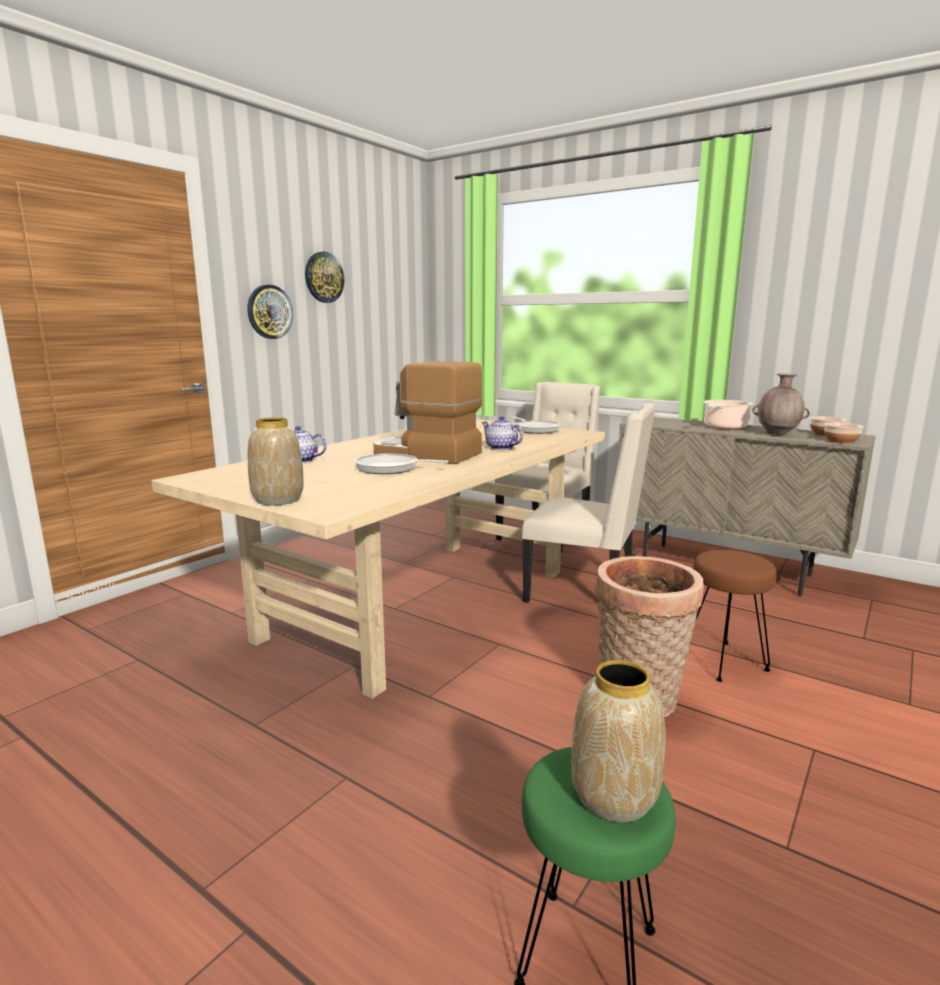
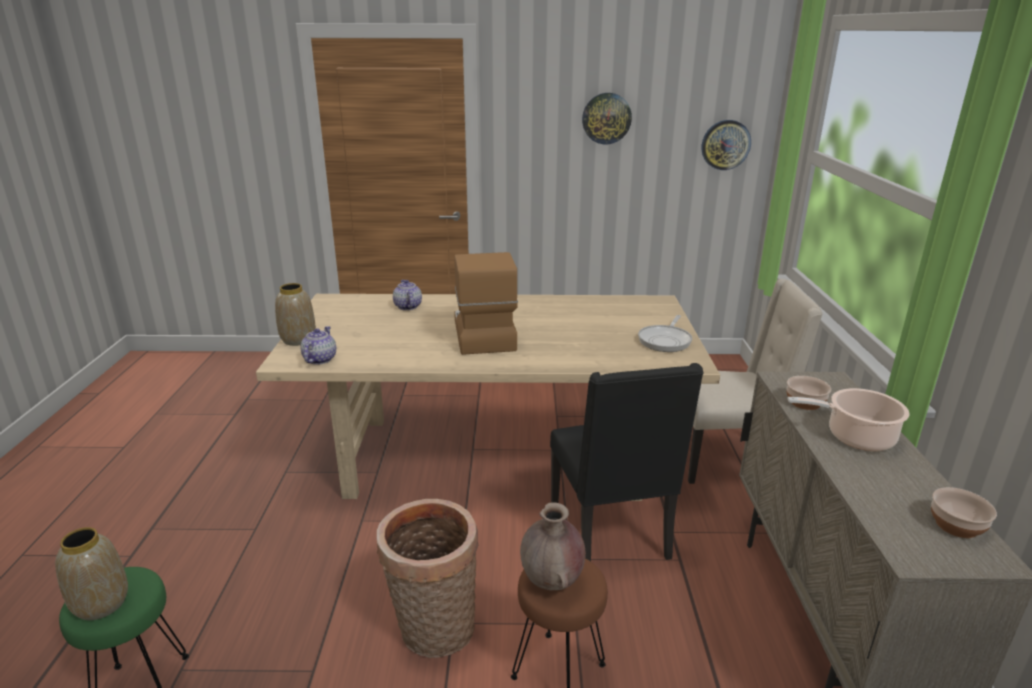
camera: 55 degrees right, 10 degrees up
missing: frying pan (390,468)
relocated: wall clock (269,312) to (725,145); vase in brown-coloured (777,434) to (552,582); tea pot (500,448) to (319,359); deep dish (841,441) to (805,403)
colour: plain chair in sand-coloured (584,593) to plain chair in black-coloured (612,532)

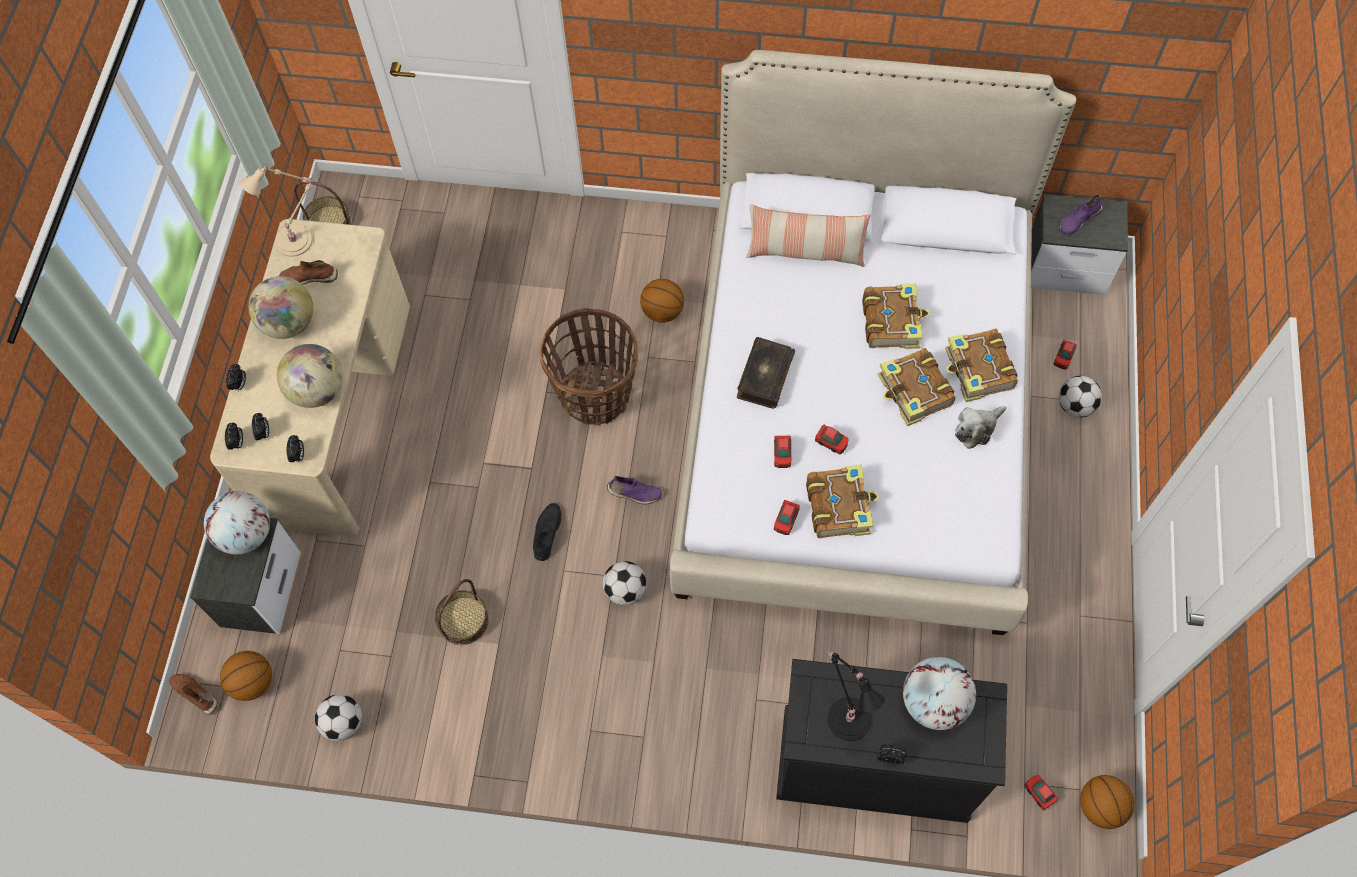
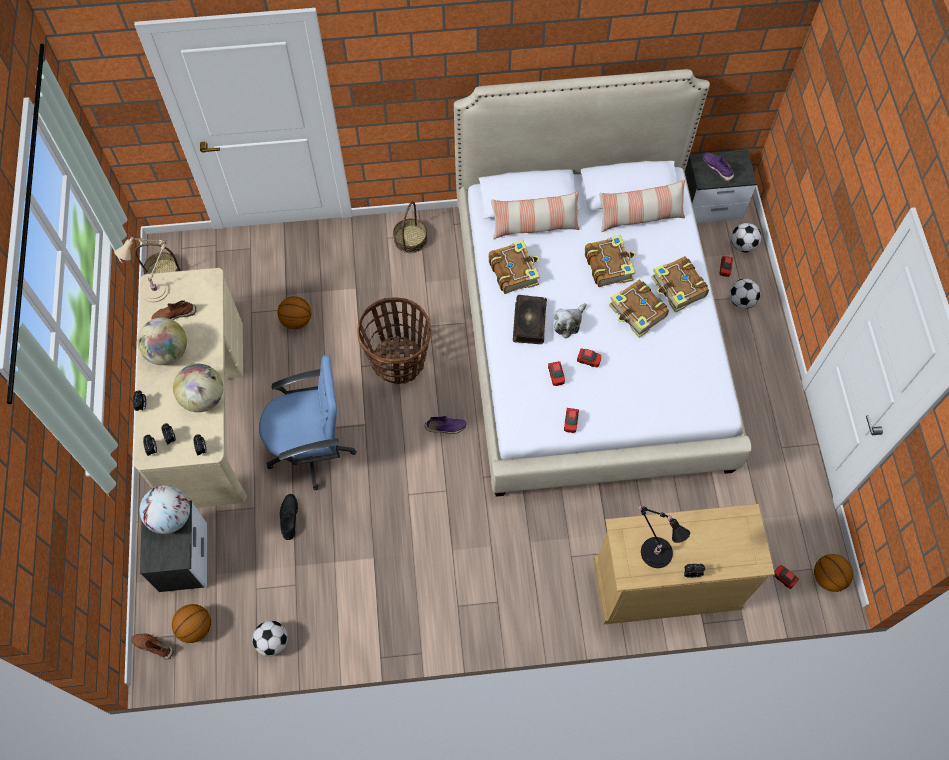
camera: 15 degrees left, 0 degrees up
missing: globe (933,703)
appeared: pillow (640,217); office chair in bluish (312,448)
relocated: basketball (663,312) to (297,321); plush toy (976,428) to (568,323); volume (839,506) to (514,271); low shoe in black-coloured (546,532) to (289,517); football ball (625,590) to (742,245); household basket (463,620) to (410,239)
colour: chest of drawers in black-coloured (874,764) to chest of drawers in sand-coloured (665,583)
spun: low shoe in purple-coloured (1078,219) = (718,168) 105 degrees clockwise

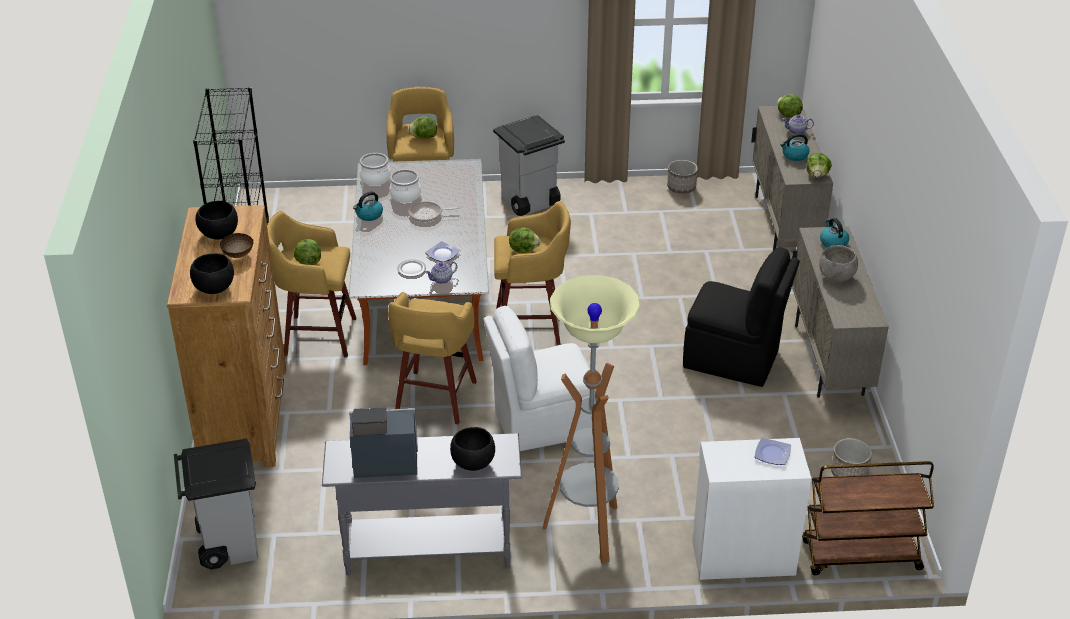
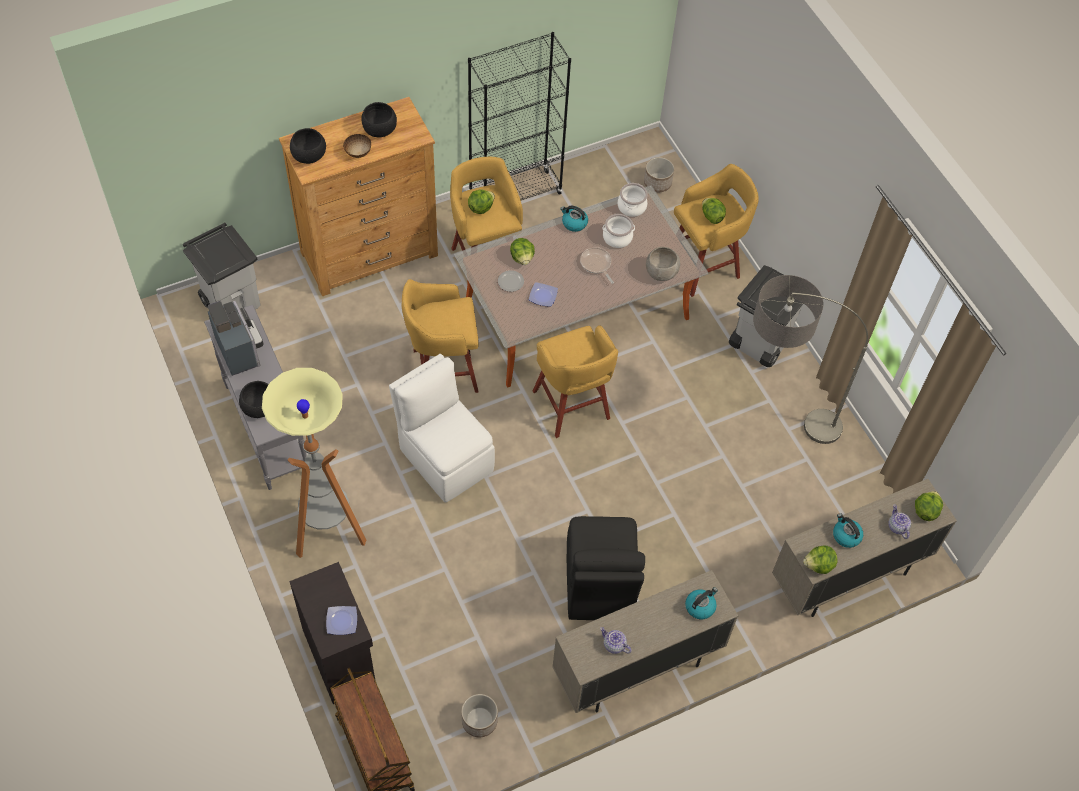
camera: 65 degrees right, 20 degrees up
appeared: floor lamp (776,423)
relocated: flower pot (681,187) to (657,183); head of lettuce (523,249) to (522,258); deep dish in gray (836,276) to (661,273); tea pot (441,279) to (614,645)
colour: cabinet in white-coloured (742,556) to cabinet in black-coloured (340,656)

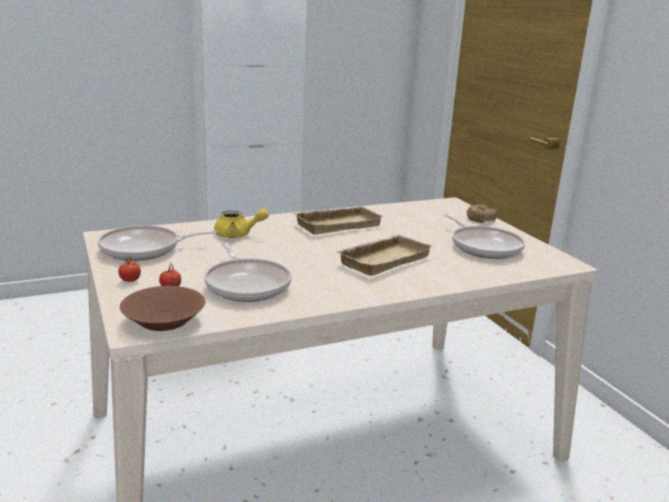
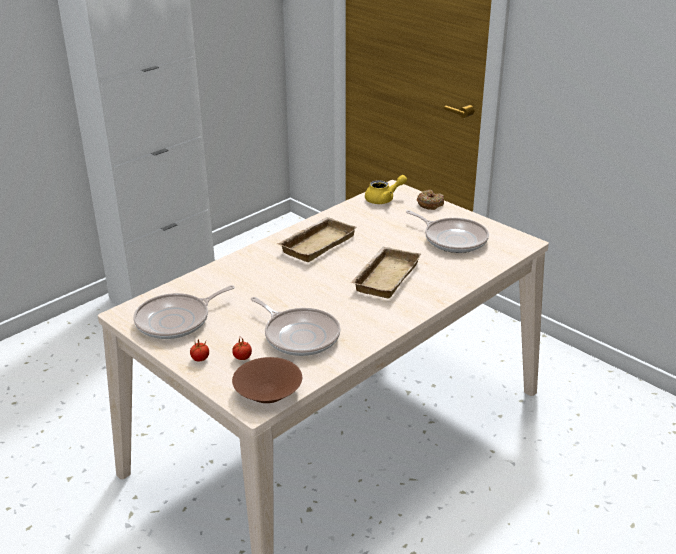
camera: 20 degrees left, 10 degrees up
relocated: tea pot in yellowish (238,234) to (384,199)

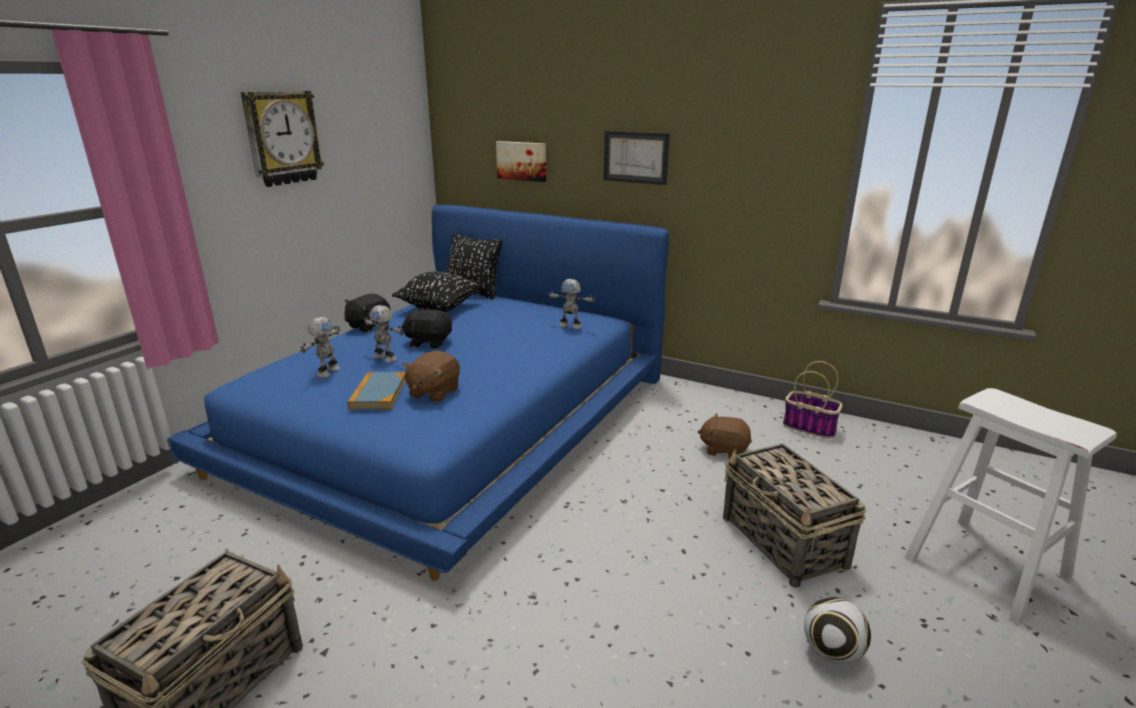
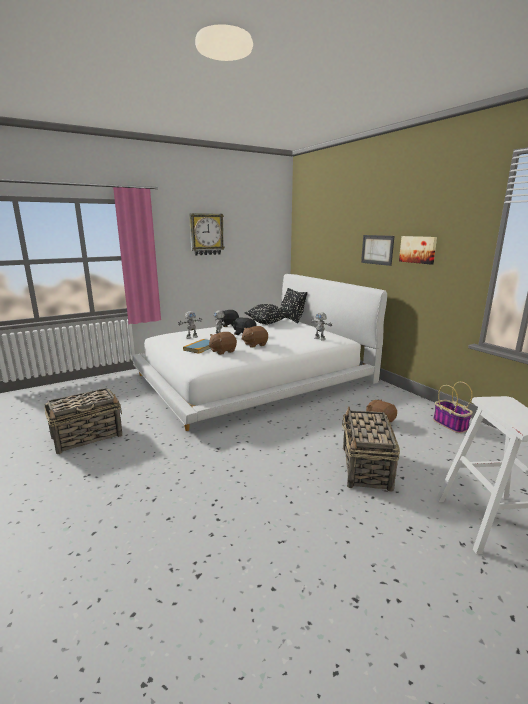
camera: 30 degrees right, 5 degrees down
missing: football ball (832,653)
appeared: plush toy in brown-coloured (254,344)
relocated: picture (522,161) to (418,249)
colour: bedroom bed in bluish (454,419) to bedroom bed in white-coloured (254,377)

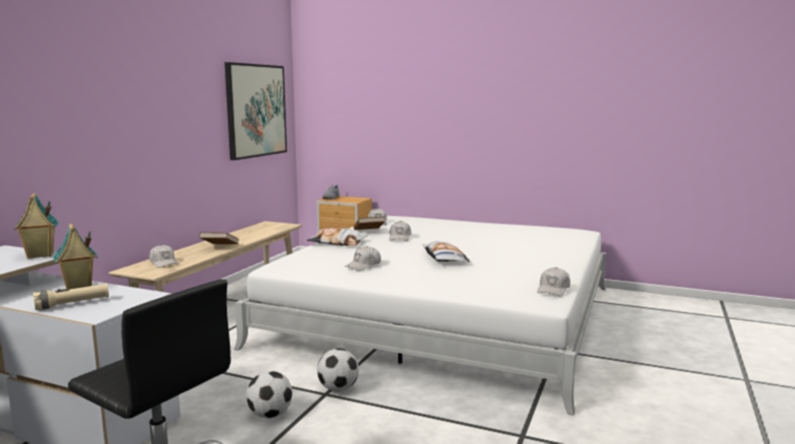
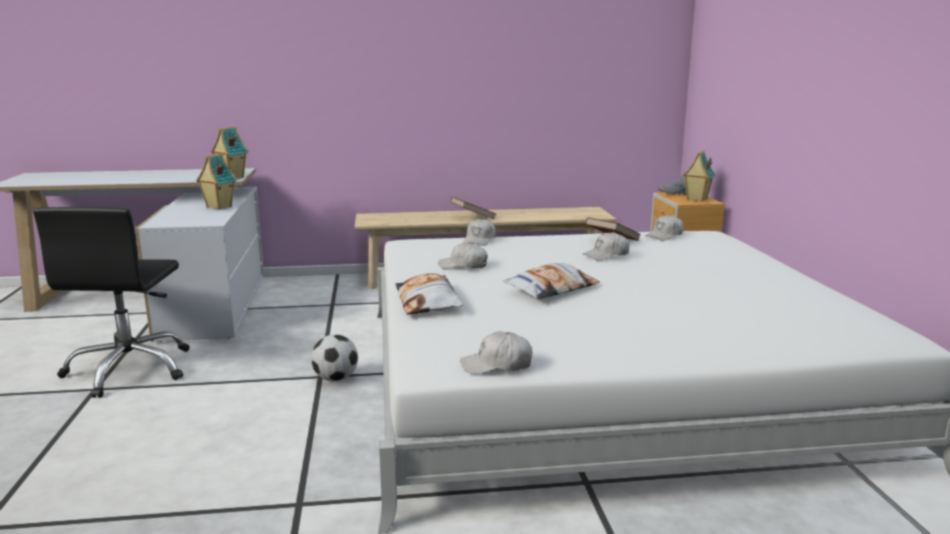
camera: 60 degrees right, 5 degrees up
missing: picture (256,110); flashlight in sand-coloured (72,304); football ball (270,415)
appeared: miniature house (696,199)
relocated: pillow (337,242) to (428,302); cap in white-coloured (164,263) to (479,240)

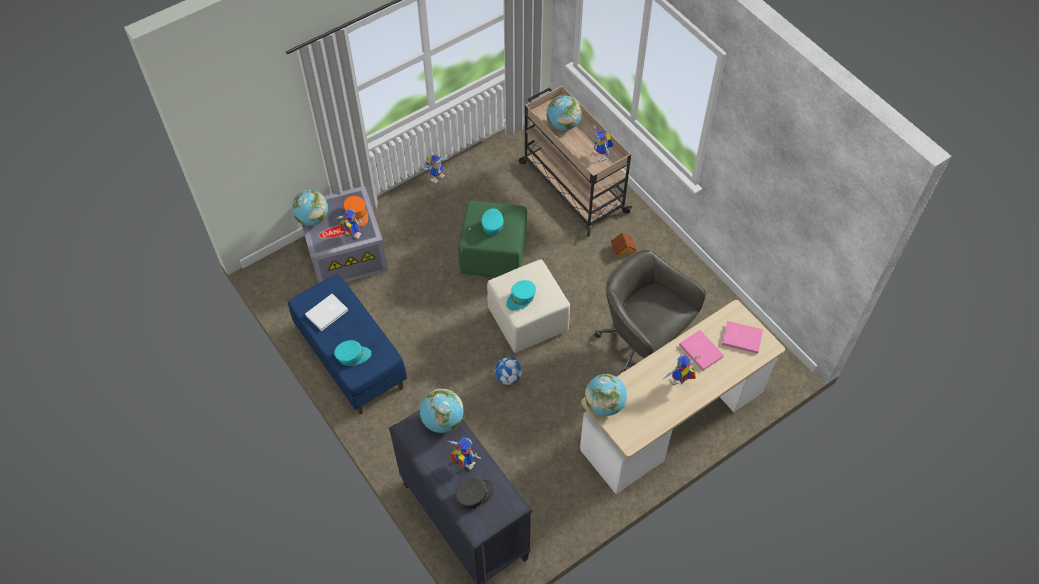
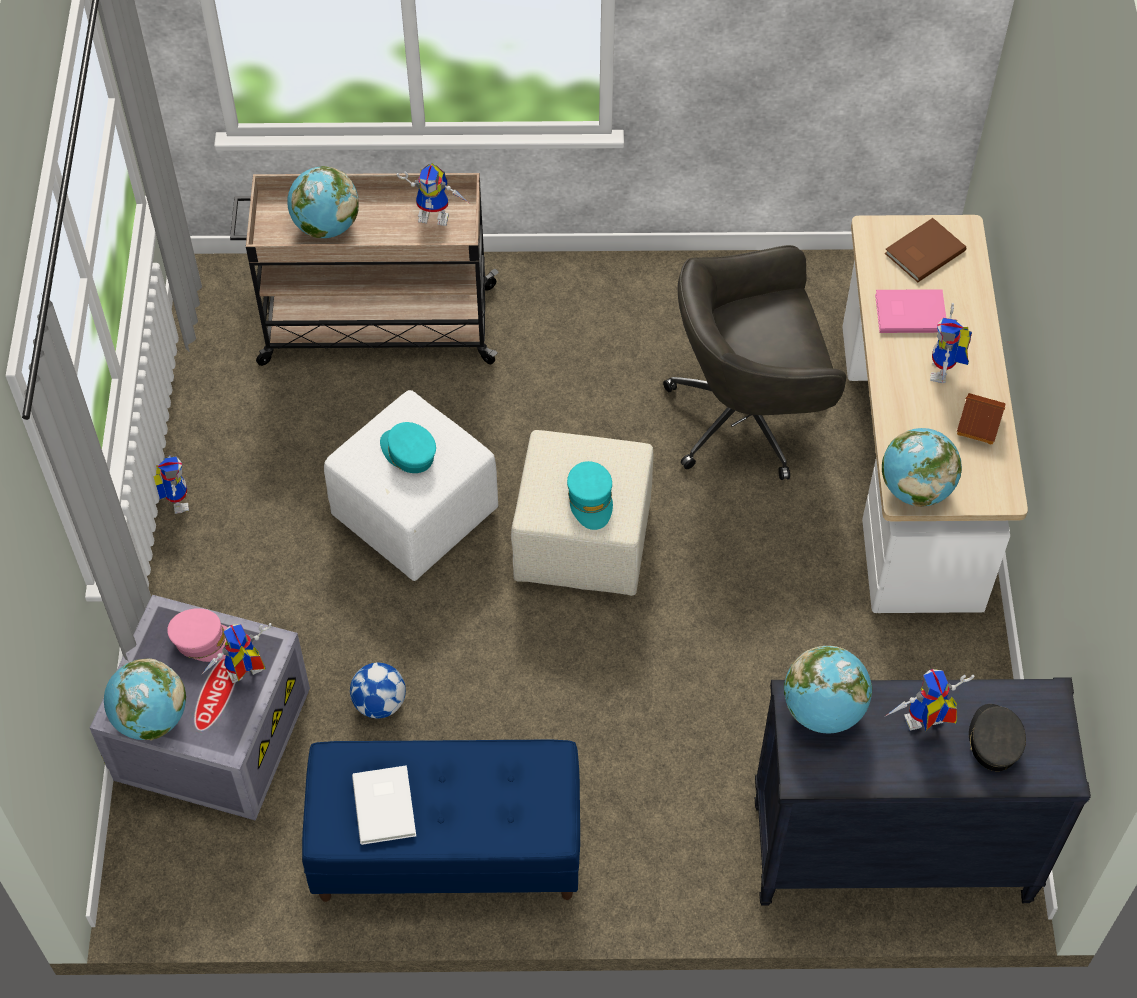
camera: 55 degrees left, 0 degrees up
missing: cap in blue-green (353,356)
relocated: miniature house (623,248) to (978,424); football ball (508,377) to (379,703)
colour: cap in orangey (357,214) to cap in pinkish (205,641); pouffe in green-coloured (492,255) to pouffe in white-coloured (414,516); volume in pinkish (741,337) to volume in brown-coloured (922,251)

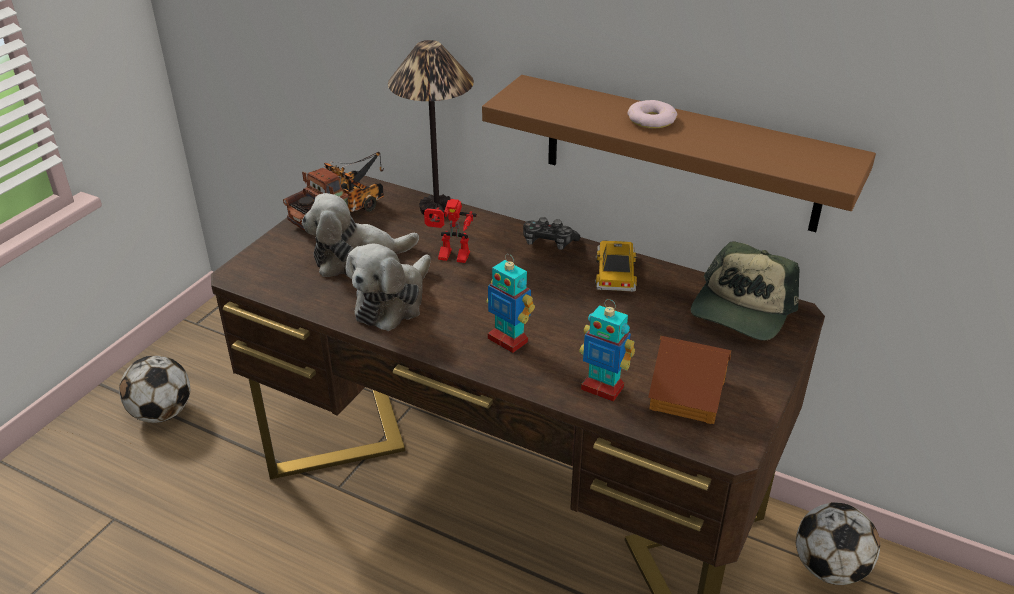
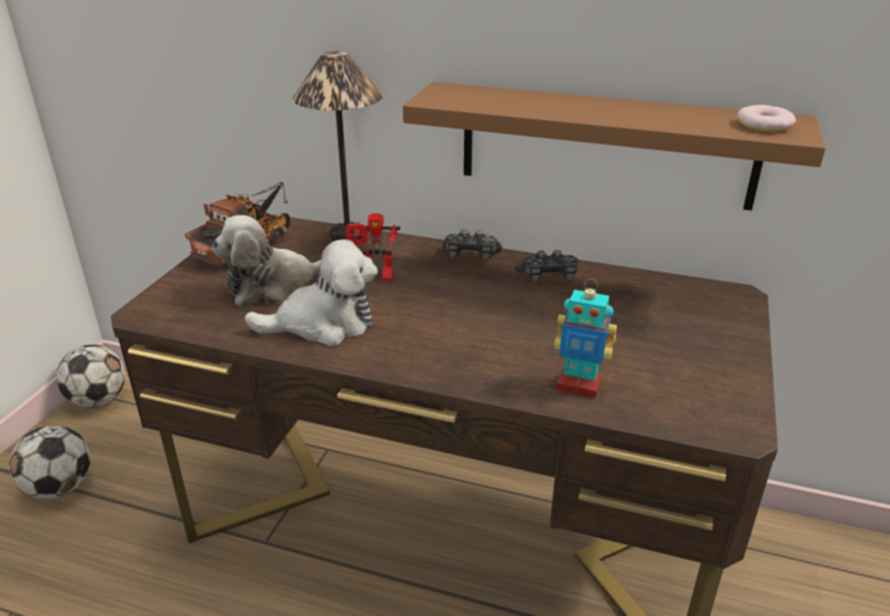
camera: 10 degrees left, 5 degrees down
missing: cap (741,310); model robot (508,340); miniature house (689,395)
relocated: doughnut (651,119) to (764,125); football ball (829,568) to (98,400)
exchanged: miniature car (615,274) to joypad (548,277)
spun: plush toy (392,302) = (323,324) 120 degrees counterclockwise

